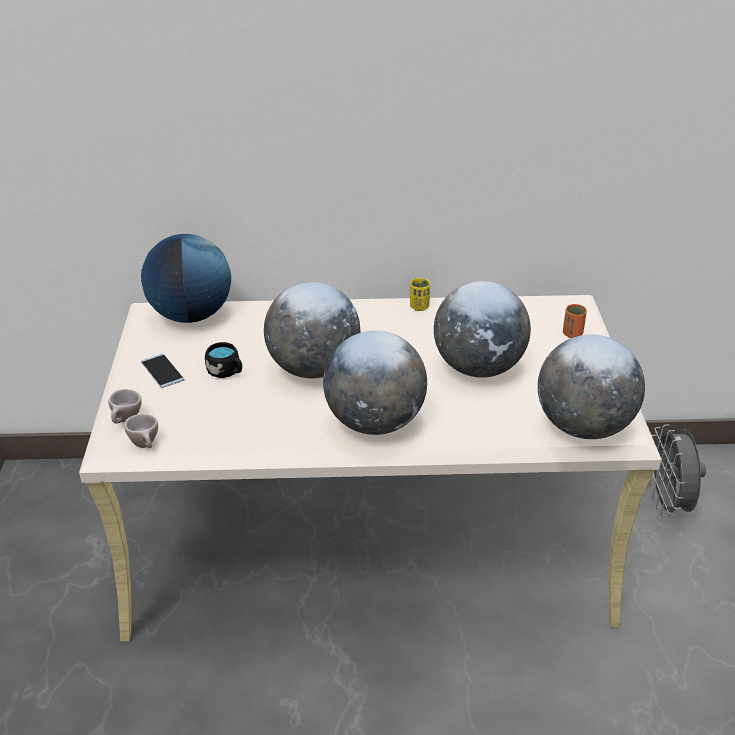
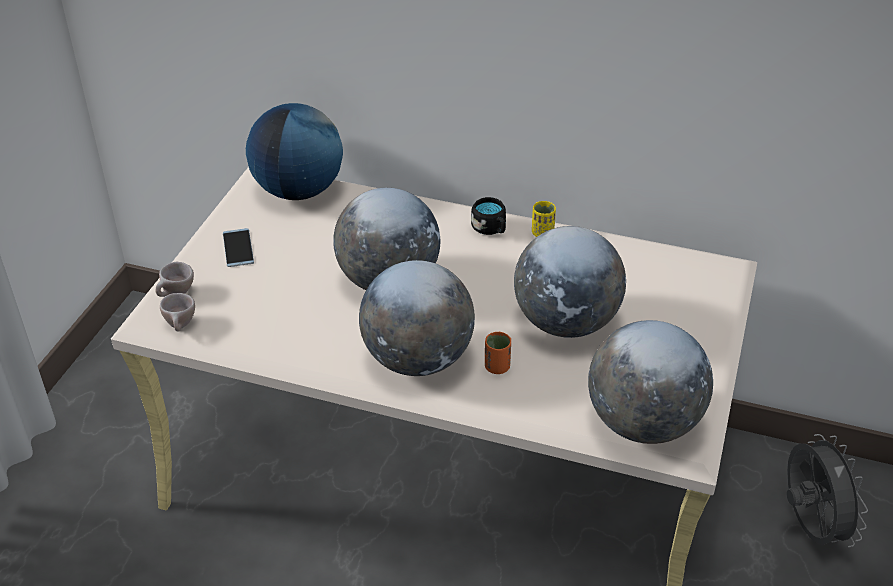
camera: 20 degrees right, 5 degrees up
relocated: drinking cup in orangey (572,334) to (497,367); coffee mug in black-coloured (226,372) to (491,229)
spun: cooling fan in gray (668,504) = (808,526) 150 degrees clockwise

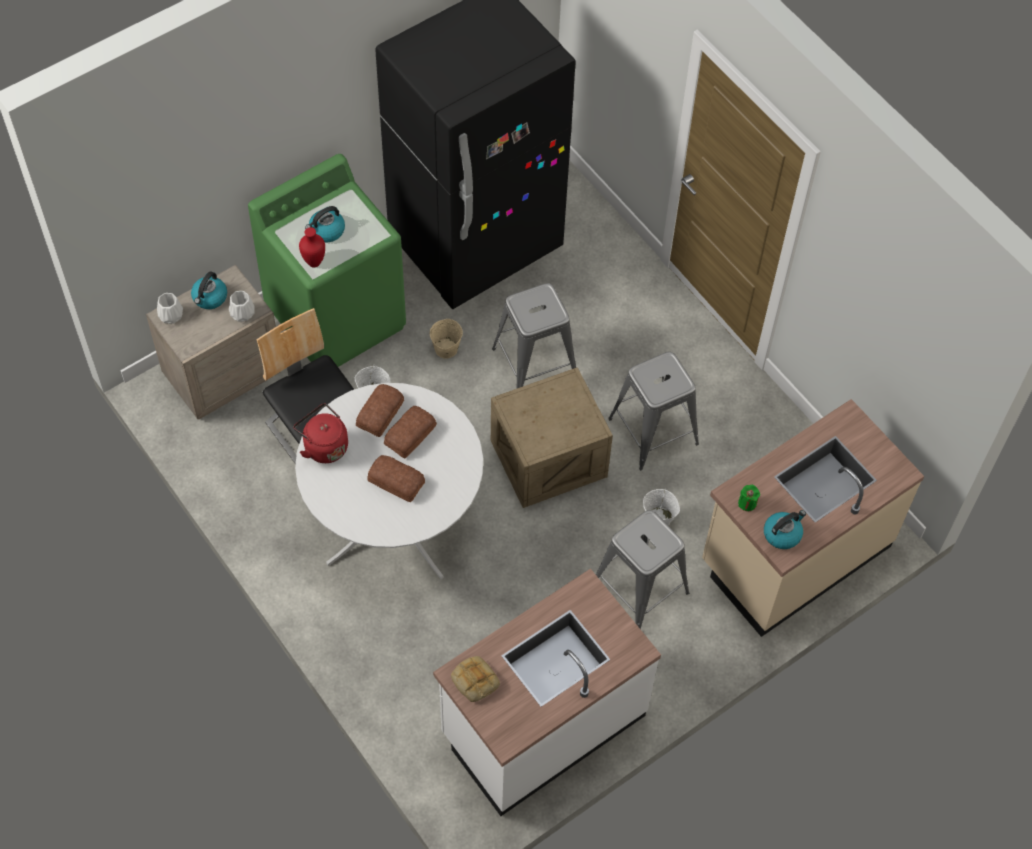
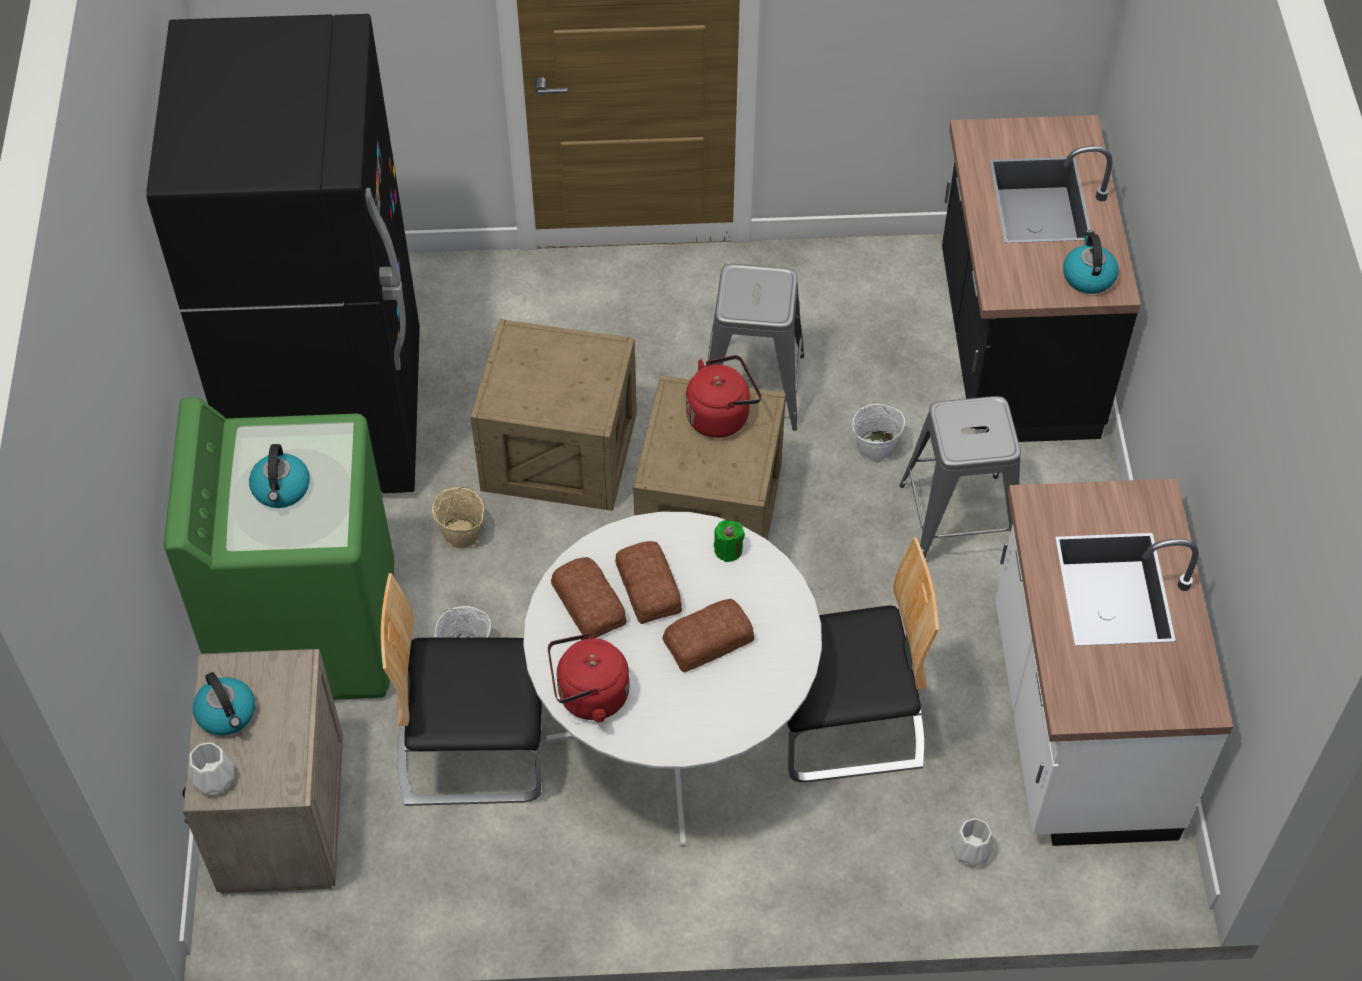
camera: 55 degrees left, 5 degrees down
missing: vase in red-coloured (314,263); bakery bread (474,680)
appeared: kettle in red-coloured (721,415); plain chair (847,724)
relocated: vase in white-coloured (242,314) to (972,851); candle in green-coloured (747,503) to (728,550)
exchanged: sitting stool in gray (535,363) to shipping crate (560,452)
colour: kitchen base unit in sand-coloured (794,554) to kitchen base unit in black-coloured (1014,348)

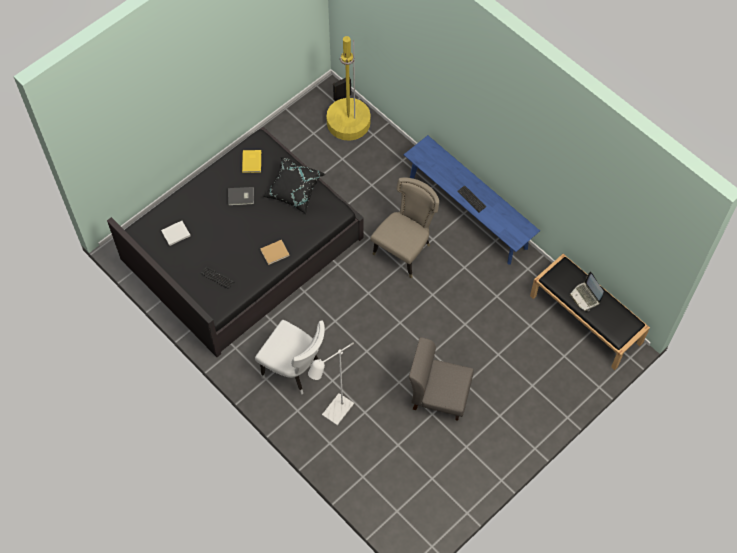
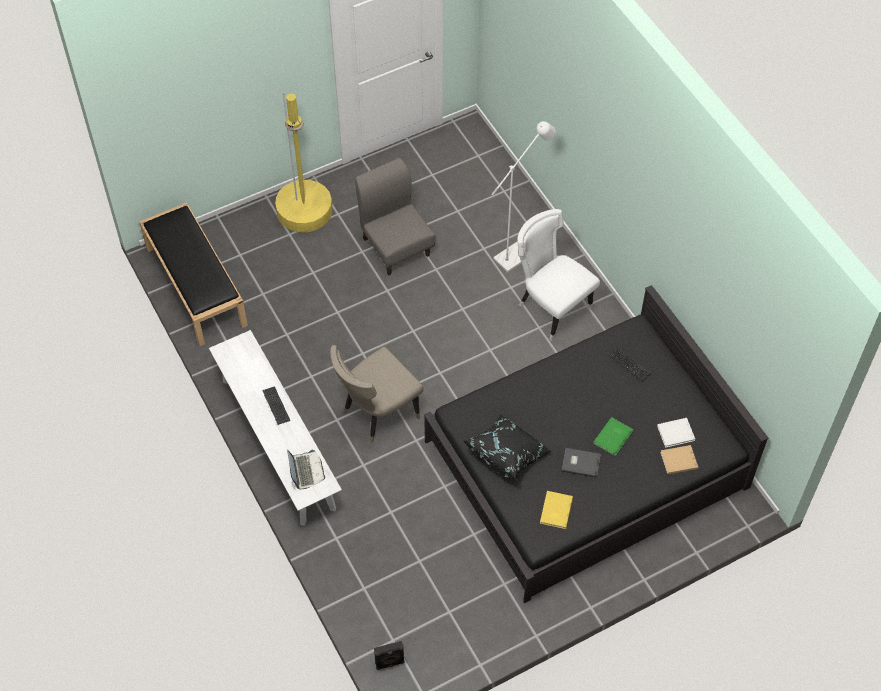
camera: 165 degrees left, 5 degrees down
appeared: volume in green-coloured (614,437)
relocated: floor lamp in yellowish (348,122) to (304,210); volume in sand-coloured (275,252) to (677,460); notebook computer (585,296) to (305,471)
colour: bench in bluish (468,212) to bench in white-coloured (277,443)
spun: plain chair in gray (439,395) = (396,246) 150 degrees counterclockwise

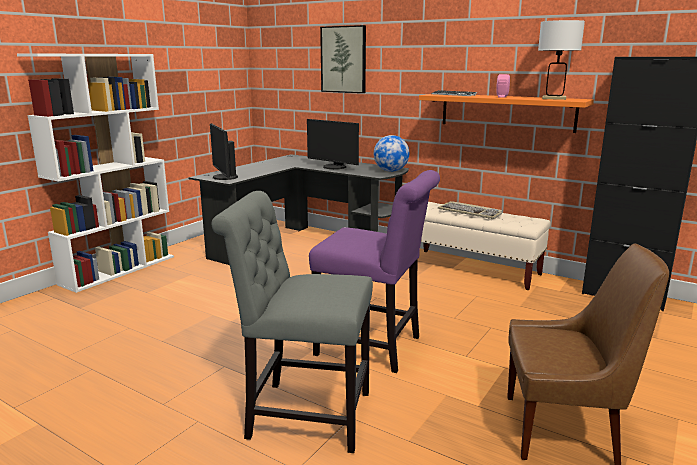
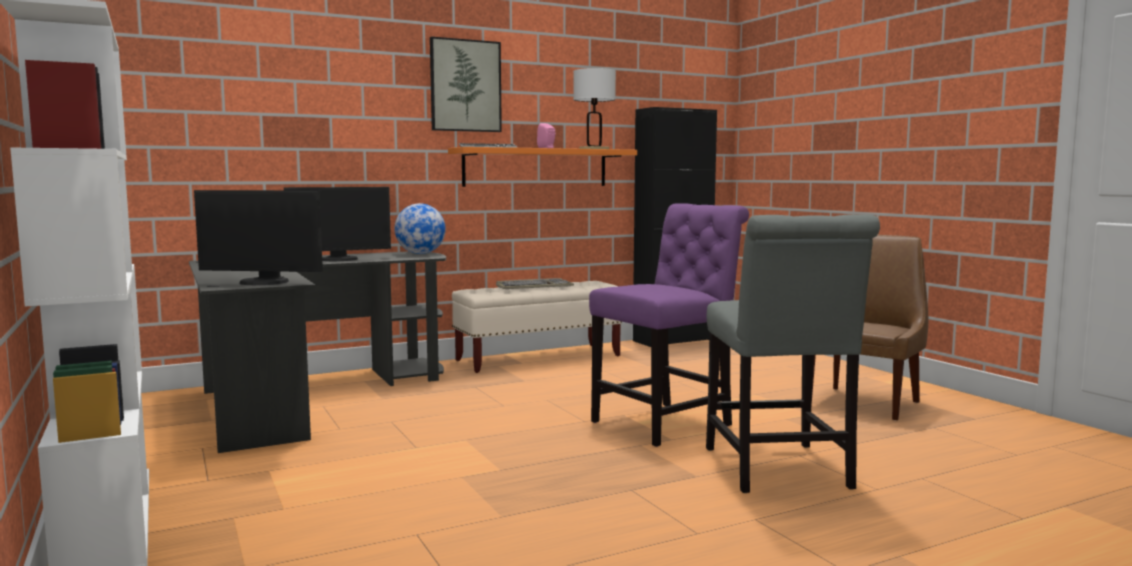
camera: 60 degrees left, 10 degrees down
relocated: picture (344,59) to (465,86)
spun: plain chair in gray (302,414) = (779,471) 45 degrees counterclockwise

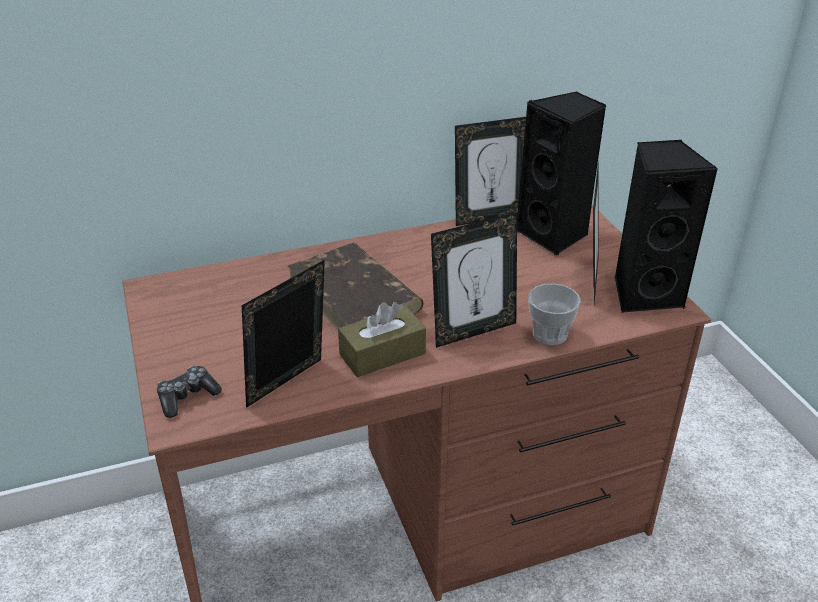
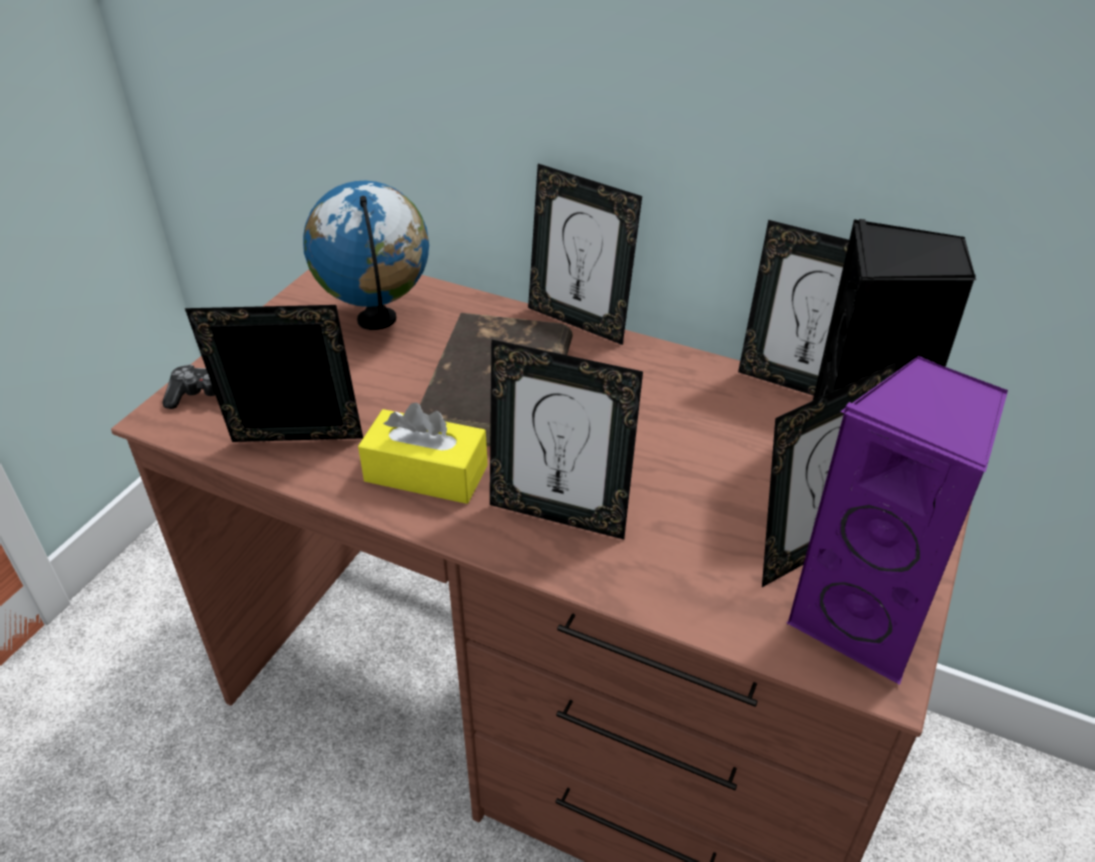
camera: 45 degrees right, 5 degrees up
missing: drinking cup (550,334)
appeared: standing frame (579,321); globe (377,320)
colour: audio speaker in black-coloured (644,294) to audio speaker in purple-coloured (865,621); tissue holder in brown-coloured (382,354) to tissue holder in yellowish (426,473)

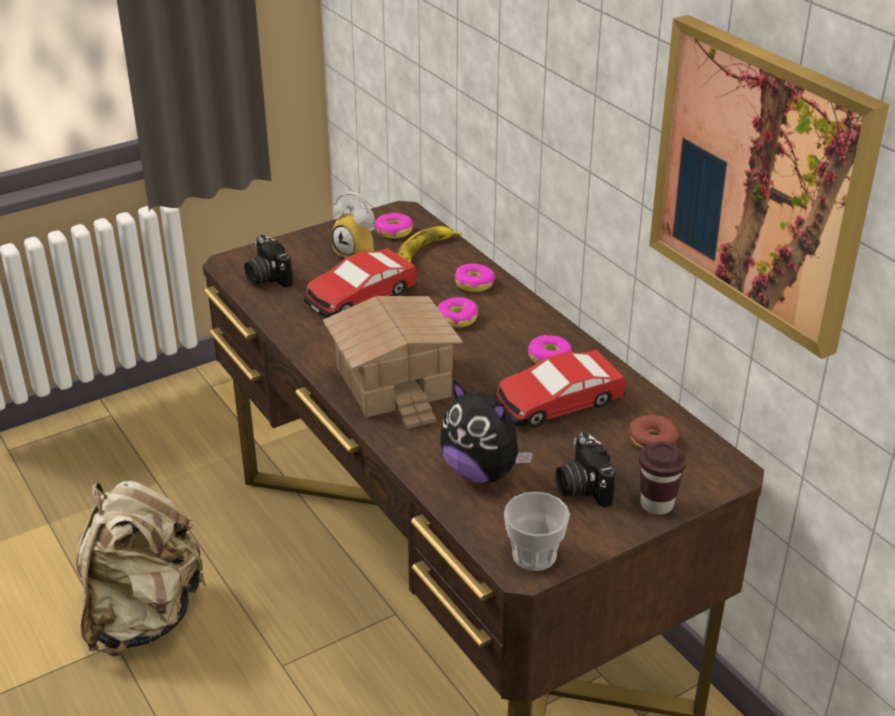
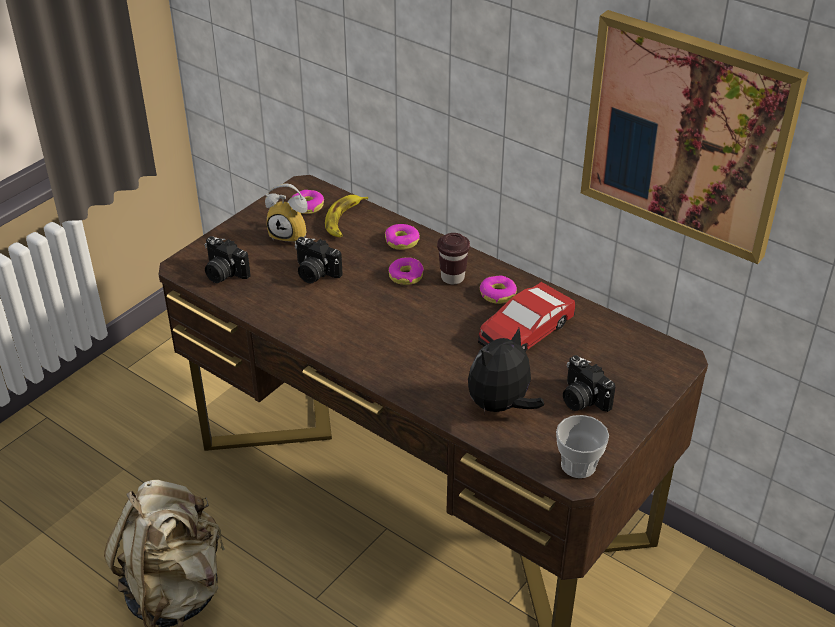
camera: 20 degrees left, 5 degrees up
missing: miniature house (391,382); doughnut (652,440)
relocated: drinking cup in brown-coloured (656,504) to (452,277)
exchanged: miniature car (360,296) to still camera (314,273)
spun: plush toy (482,472) = (501,406) 120 degrees clockwise

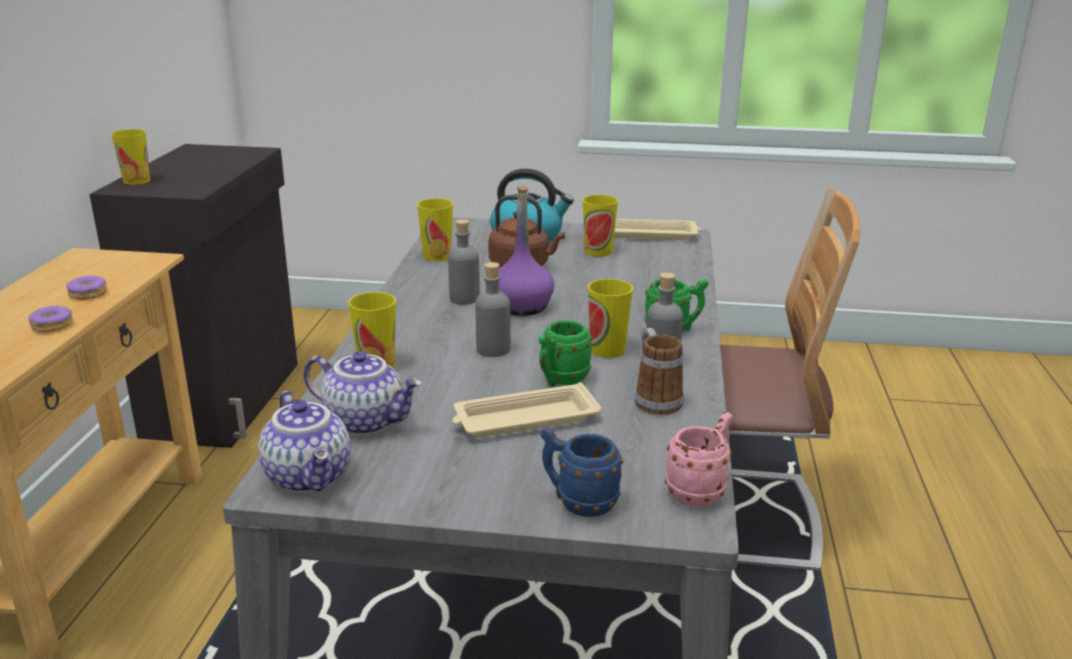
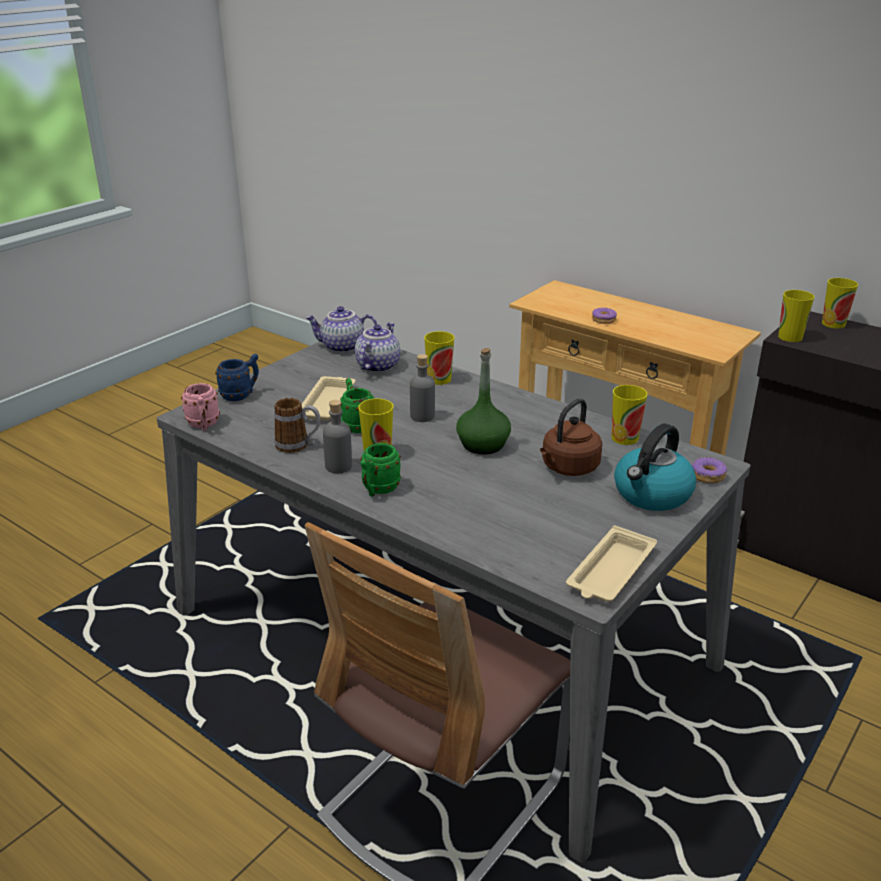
camera: 120 degrees right, 5 degrees up
missing: bottle in gray (464,298)
relocated: drinking cup (598,251) to (790,337); doughnut (88,294) to (707,476)
colour: bottle in purple-coloured (522,306) to bottle in green-coloured (483,444)
spun: tea pot (366,421) = (377,366) 150 degrees clockwise

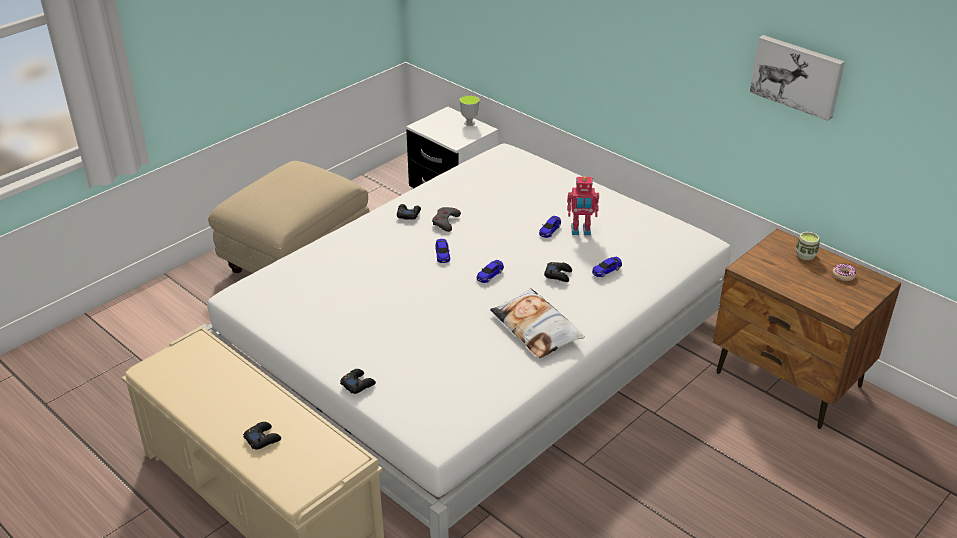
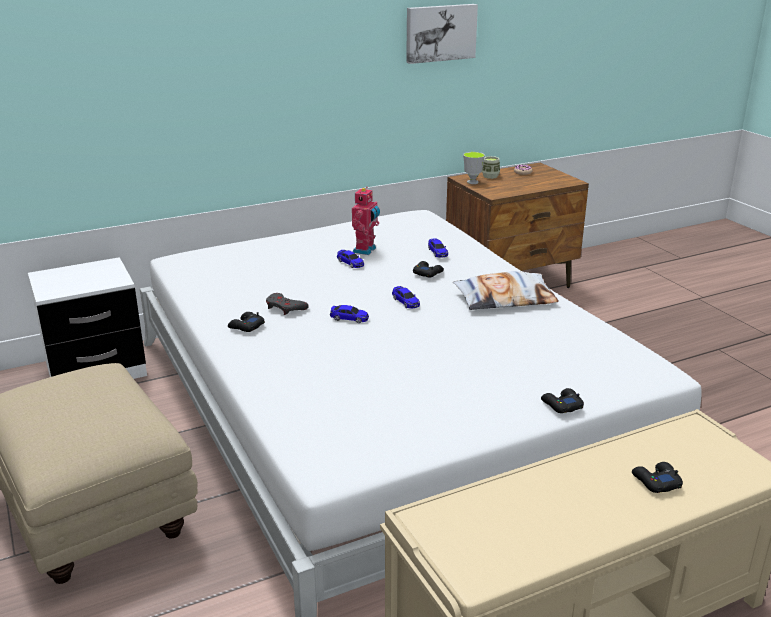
camera: 70 degrees left, 10 degrees down
relocated: drinking cup (469,123) to (472,182)

